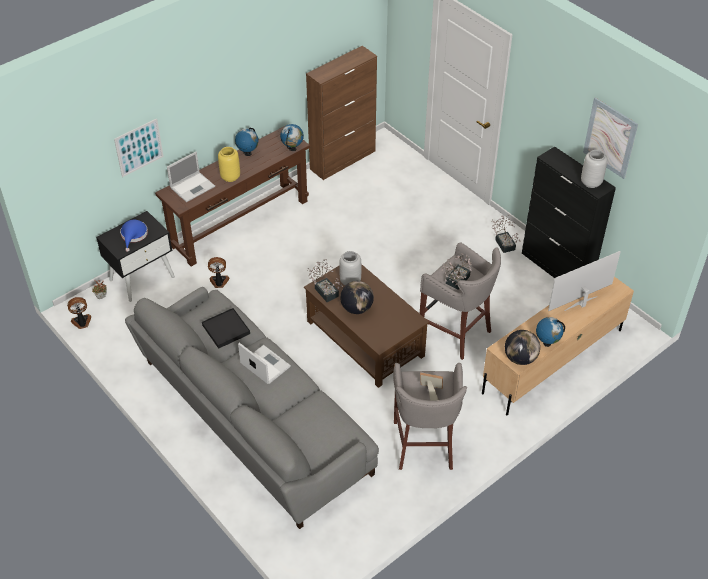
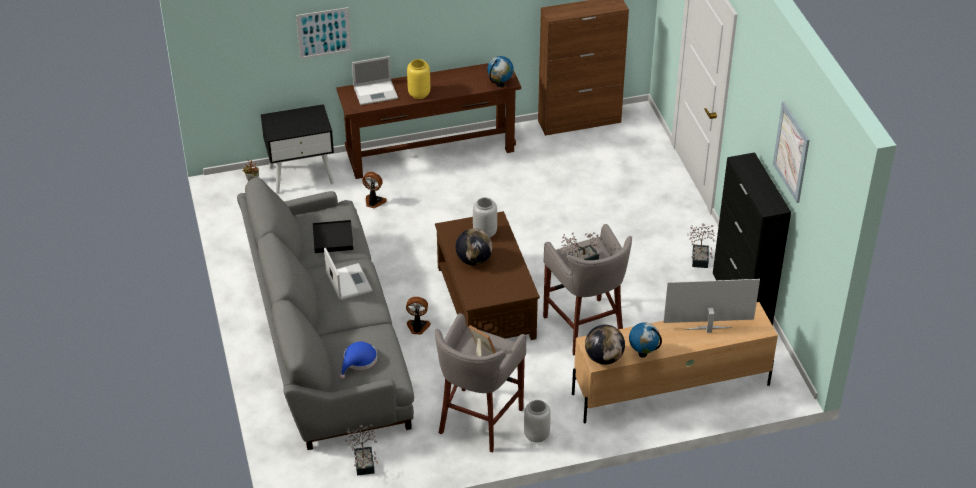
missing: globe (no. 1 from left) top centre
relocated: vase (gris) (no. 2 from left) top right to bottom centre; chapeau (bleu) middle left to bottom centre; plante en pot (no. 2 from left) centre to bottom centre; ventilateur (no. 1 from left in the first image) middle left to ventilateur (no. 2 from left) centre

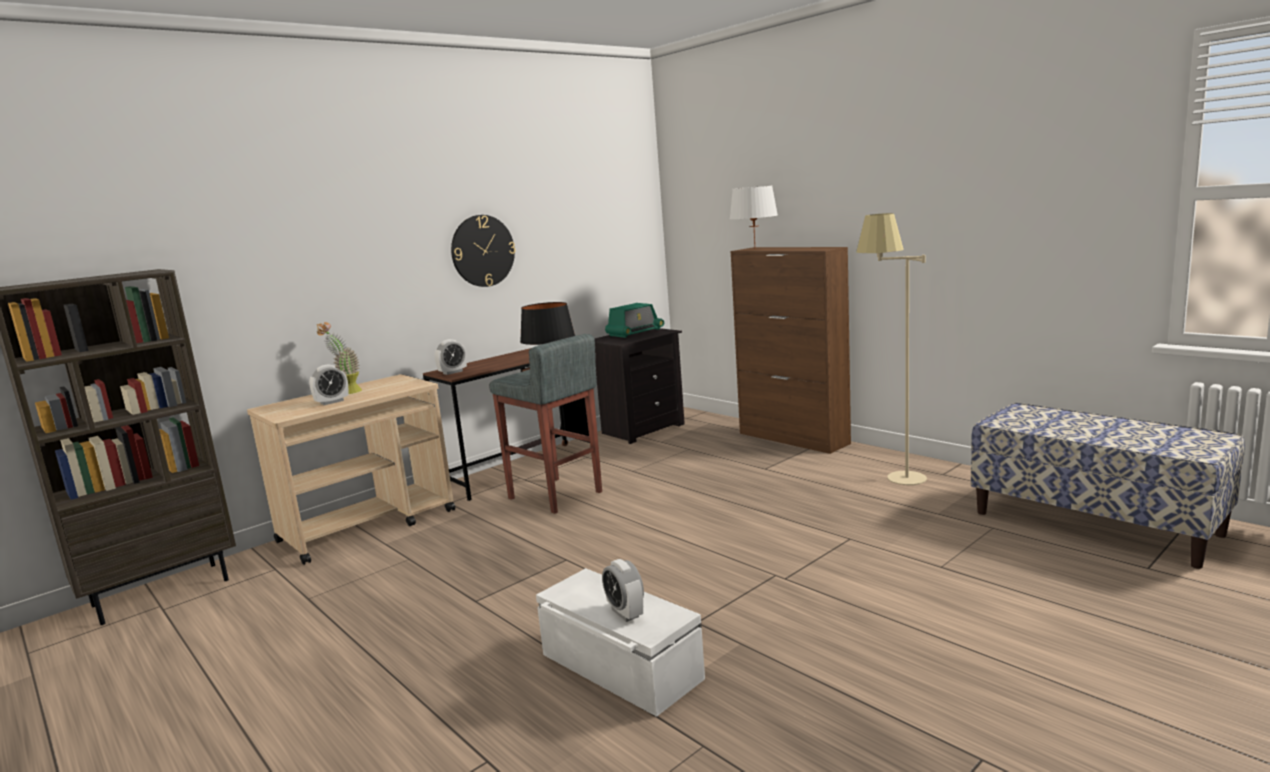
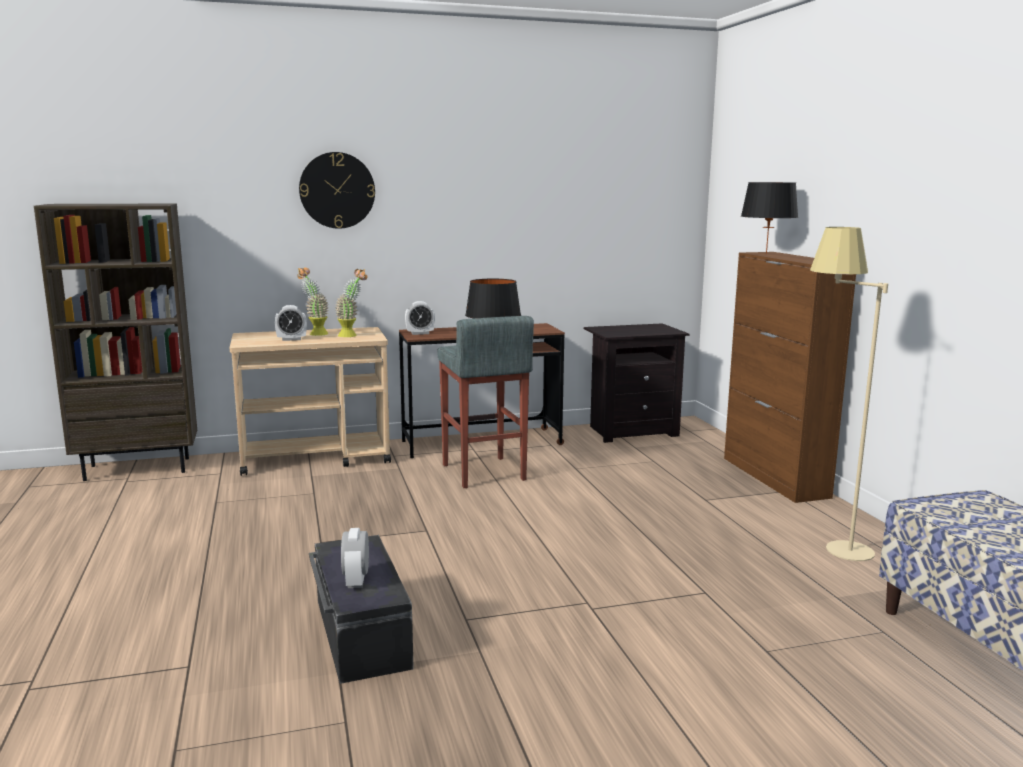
missing: radio centre
appeared: plante en pot (no. 2 from left) centre
relocated: horloge murale top centre to top left
colour: lampe de table (blanc) top centre to lampe de table (noir) (no. 2 from left) top right; boîte de rangement (blanc) bottom centre to boîte de rangement (noir) bottom centre

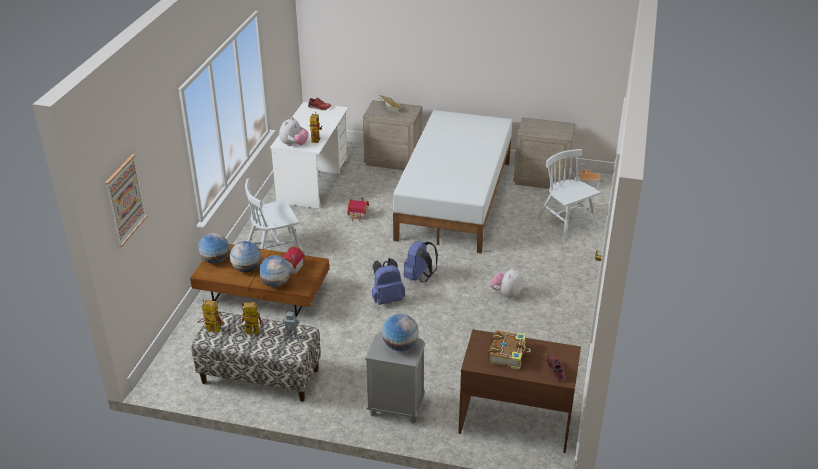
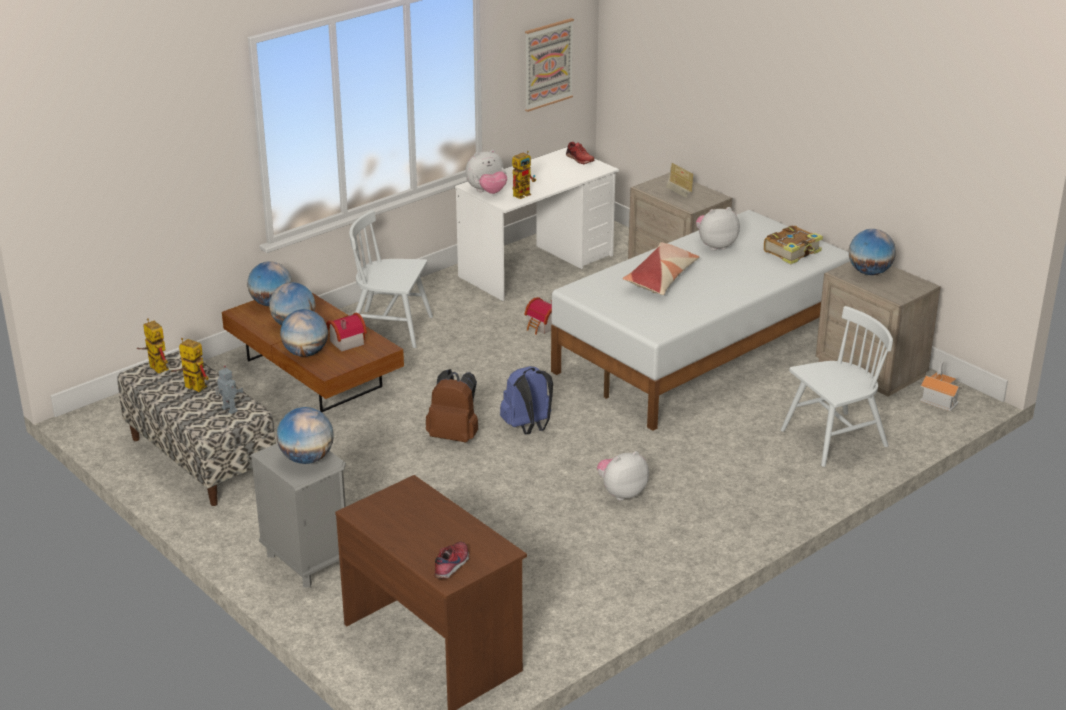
appeared: peluche (no. 3 from left) top right; globe (no. 5 from left) middle right; coussin centre
relocated: tableau middle left to top centre; livre (no. 2 from left) bottom centre to middle right
colour: sac à dos (bleu) (no. 1 from left) centre to sac à dos (marron) centre
spun: chaise (blanc) (no. 2 from left) middle right = middle right 60 degrees clockwise

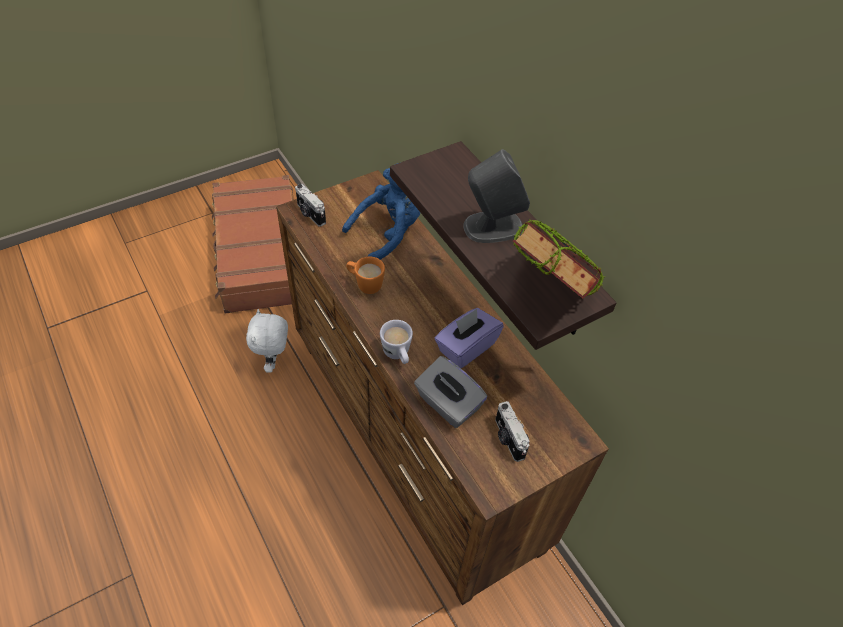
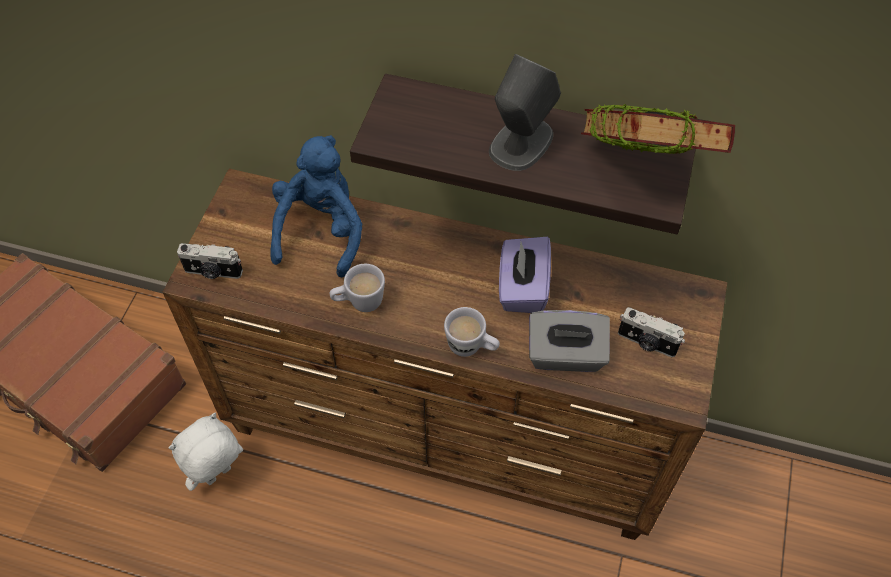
colour: mug (orange) centre to mug (blanc) (no. 1 from left) centre
spun: peluche (blanc) middle left = bottom left 90 degrees clockwise

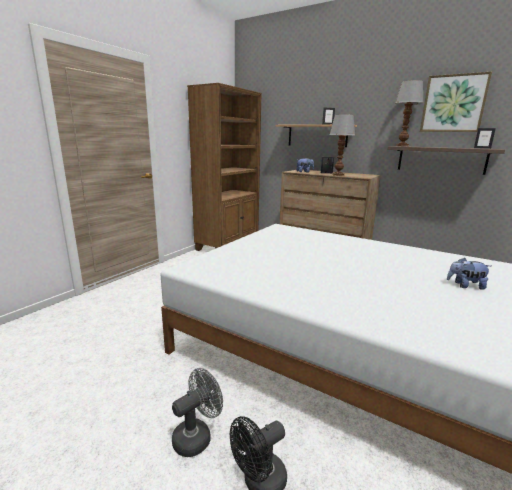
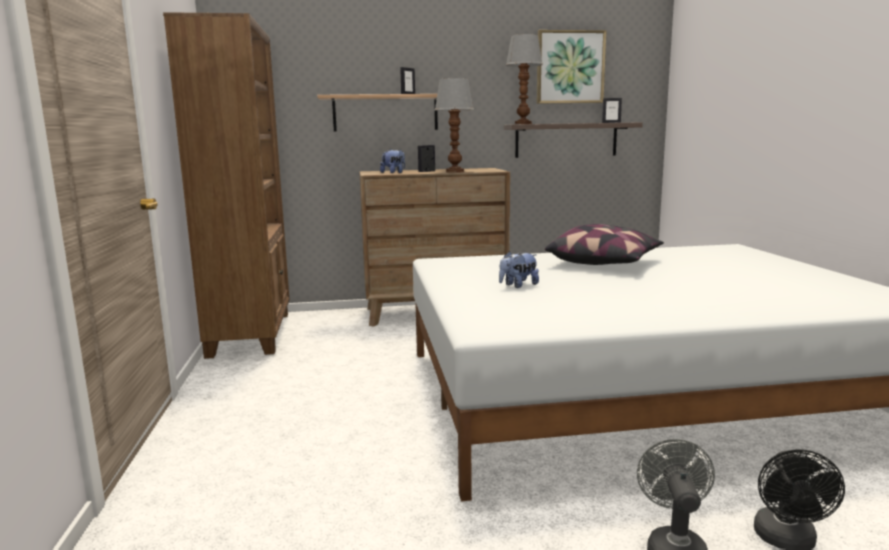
appeared: coussin middle right
relocated: peluche (no. 2 from left) middle right to centre

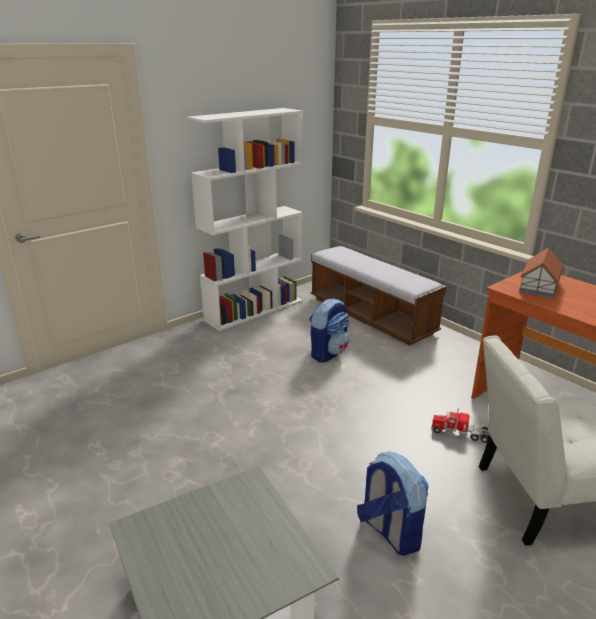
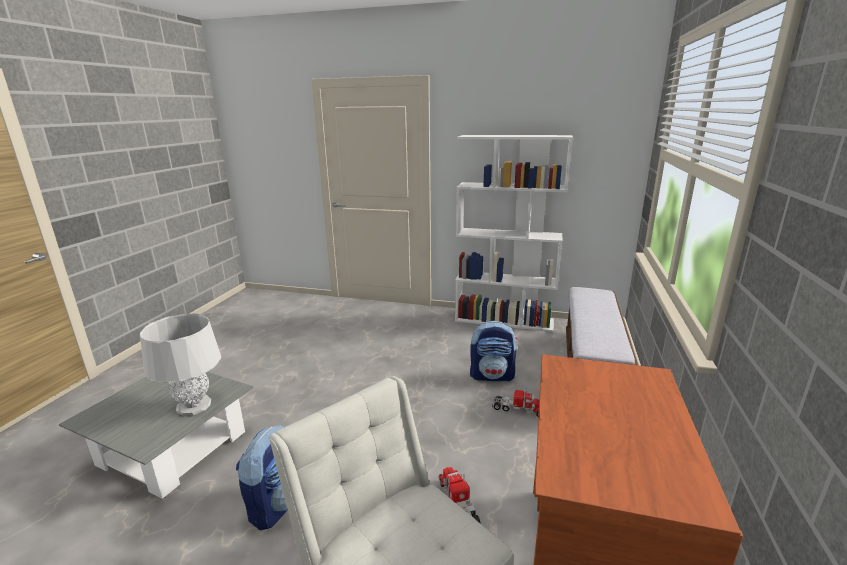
missing: maison miniature middle right
appeared: lampe de table (gris) middle left; camion jouet (no. 2 from left) bottom centre

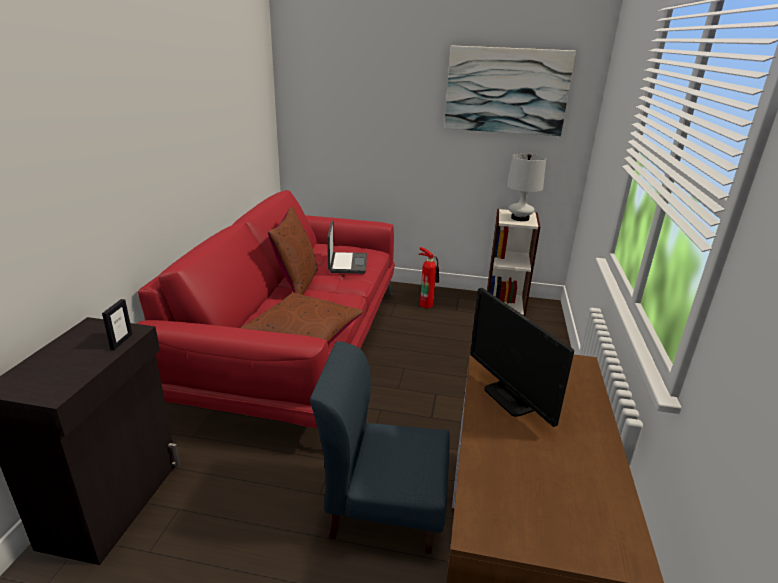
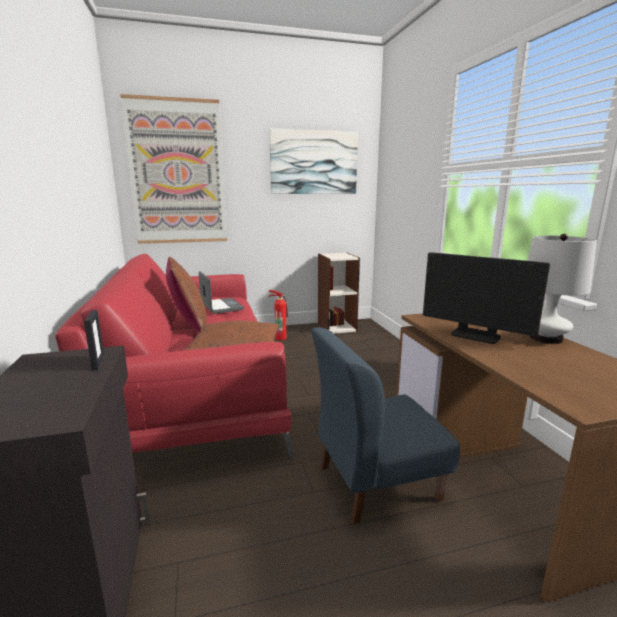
appeared: tableau (no. 1 from left) top left
relocated: lampe de table (blanc) top right to middle right

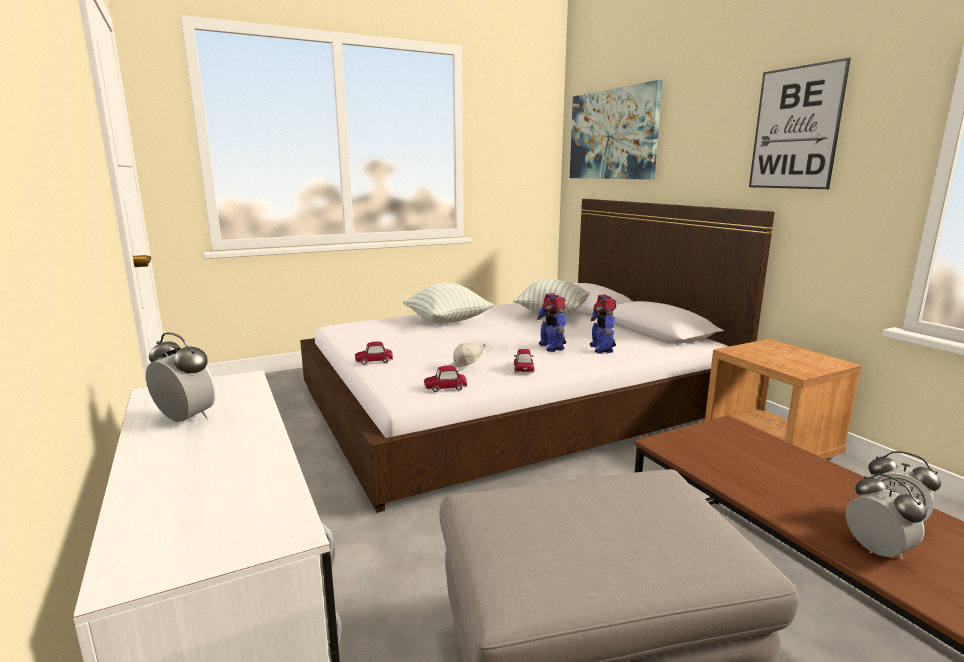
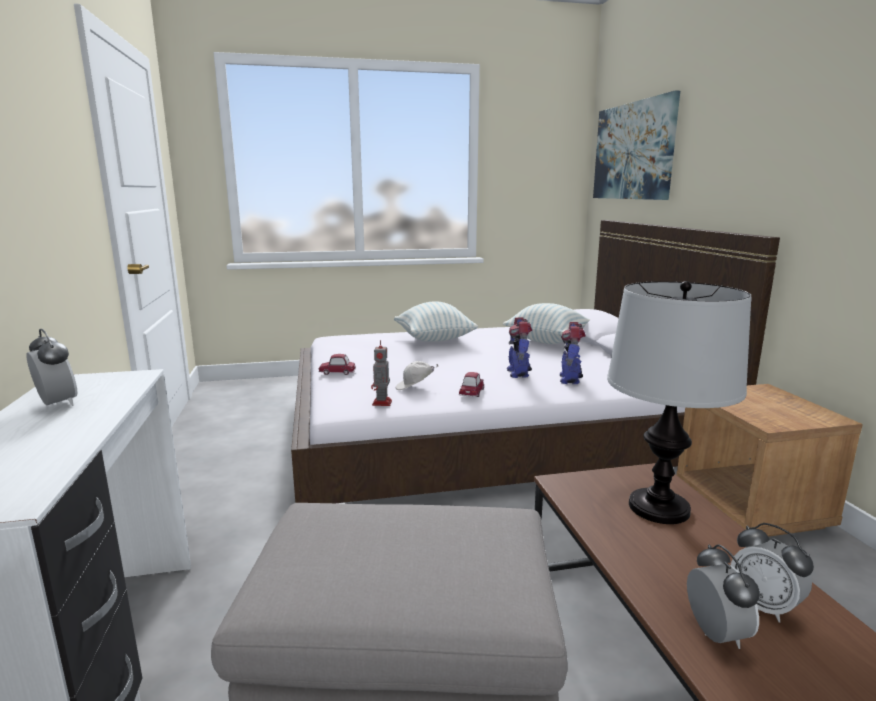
missing: tableau (no. 2 from left) top right
appeared: lampe de table middle right
exchanged: petite voiture (no. 2 from left) centre to robot jouet (no. 1 from left) centre

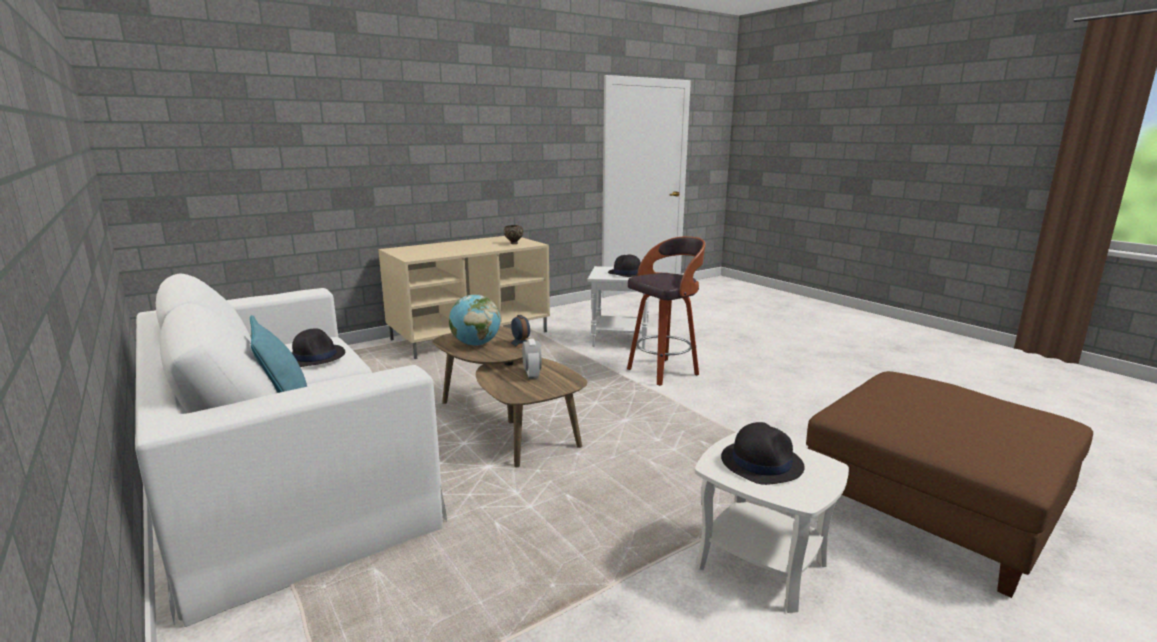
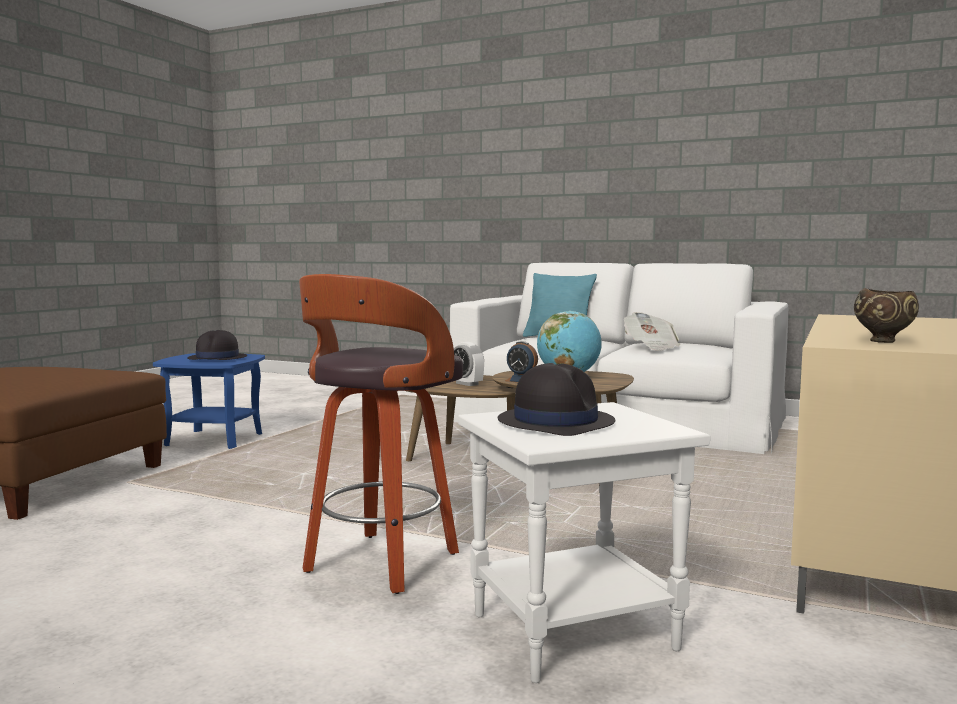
exchanged: chapeau (noir) (no. 1 from left) middle left to journal middle right
colour: table d'appoint (blanc) (no. 2 from left) bottom right to table d'appoint (bleu) middle left

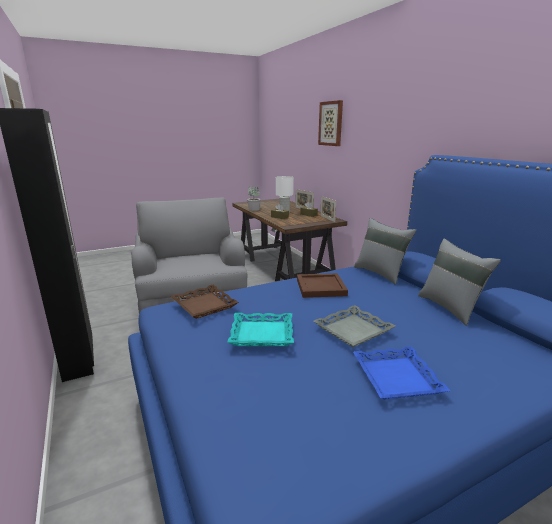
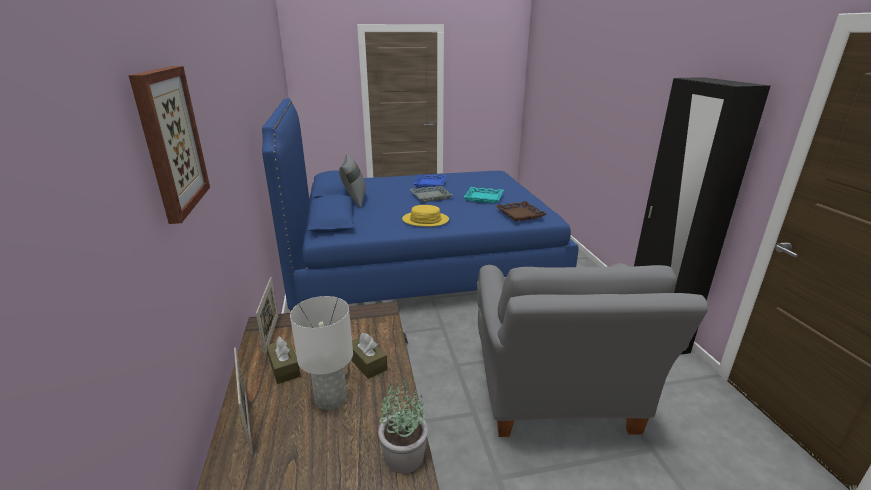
missing: coussin (gris) (no. 1 from left) middle right
exchanged: plateau (marron) (no. 2 from left) centre to chapeau (jaune) centre

